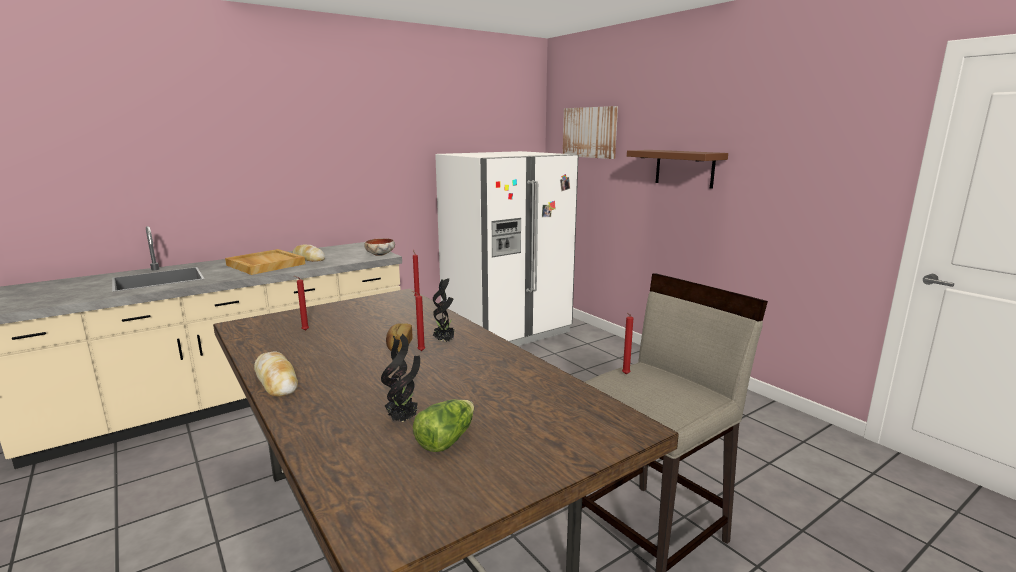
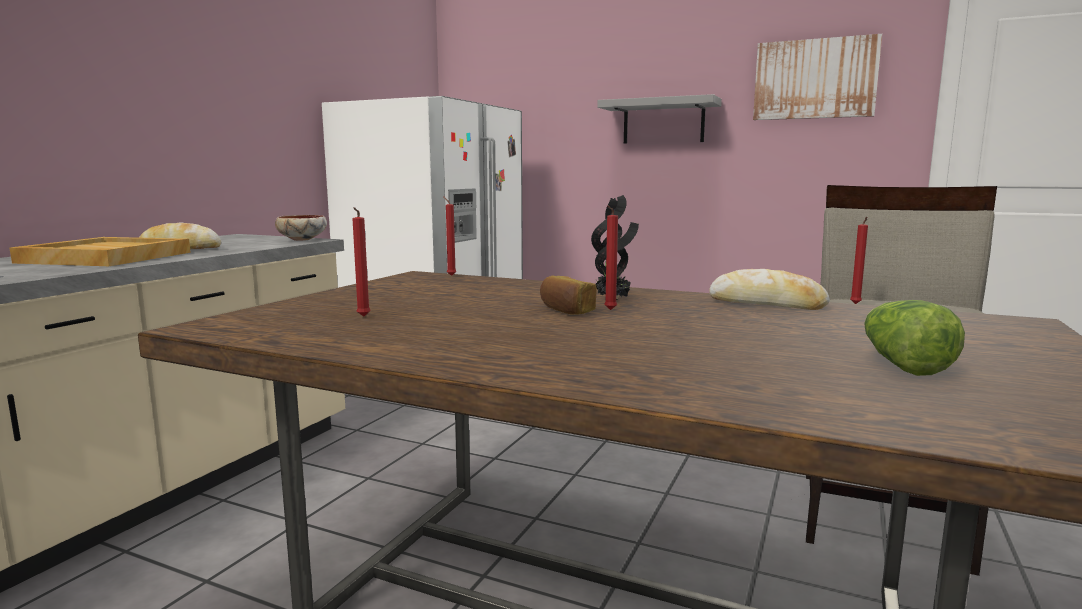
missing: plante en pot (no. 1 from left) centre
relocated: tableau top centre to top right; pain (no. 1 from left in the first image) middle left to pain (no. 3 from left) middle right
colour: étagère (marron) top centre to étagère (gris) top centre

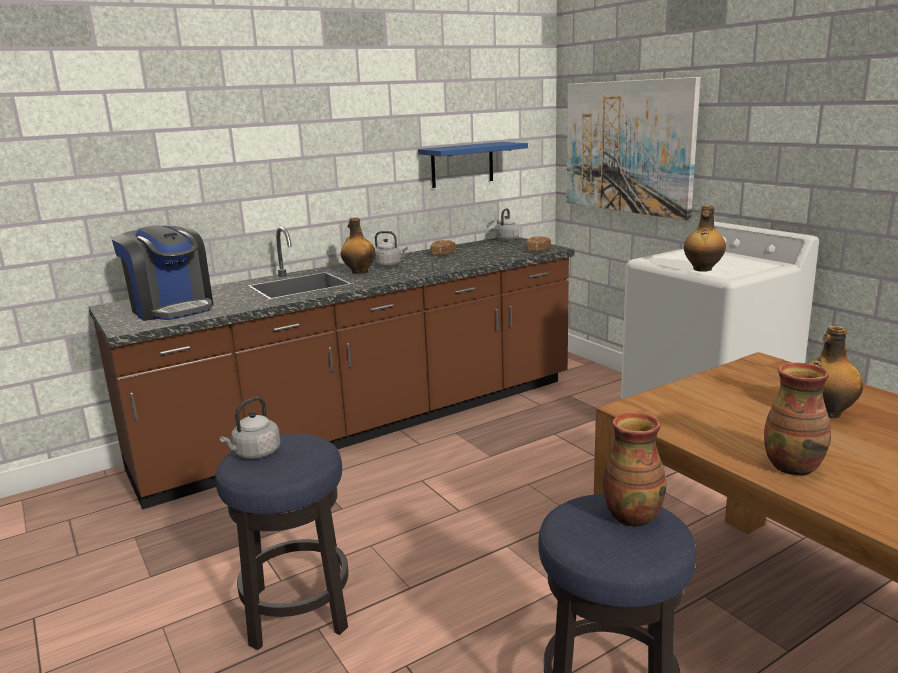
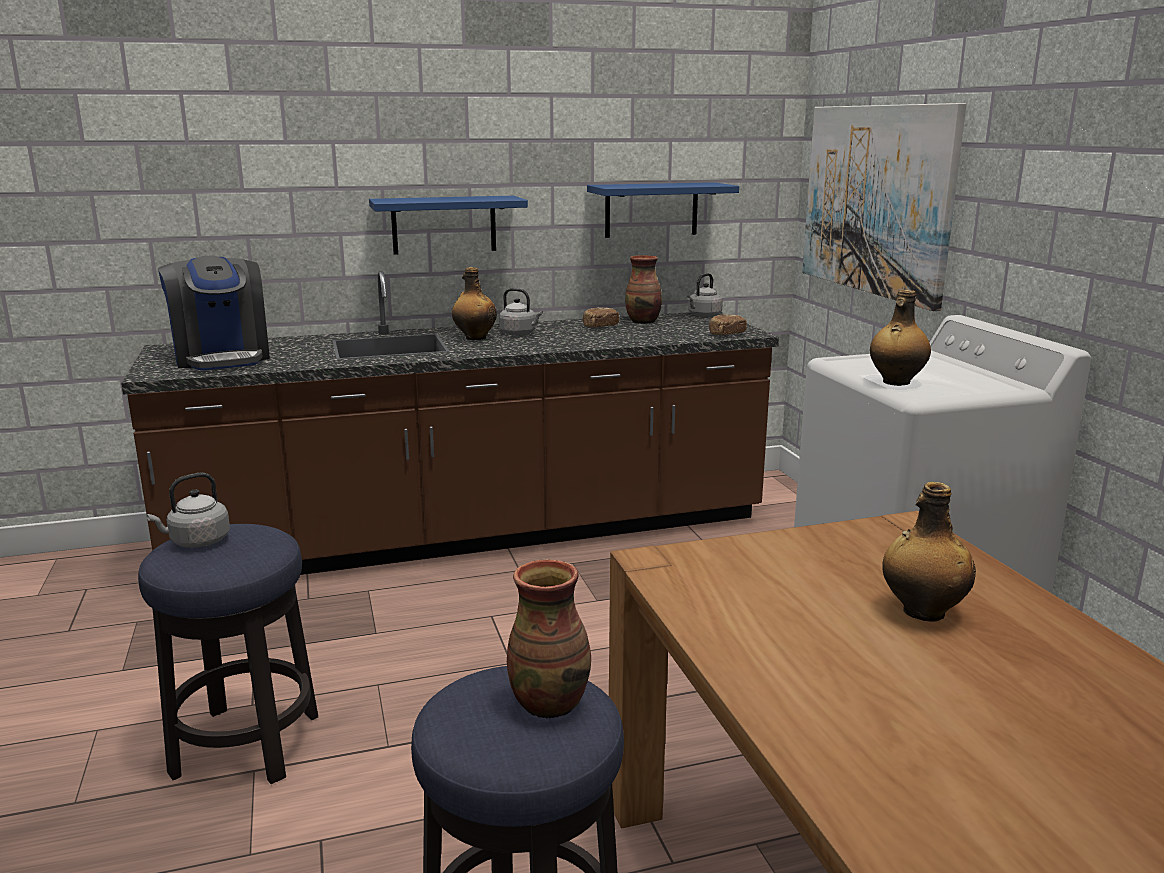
appeared: étagère (bleu) (no. 1 from left) top centre
relocated: vase (no. 2 from left) middle right to top centre

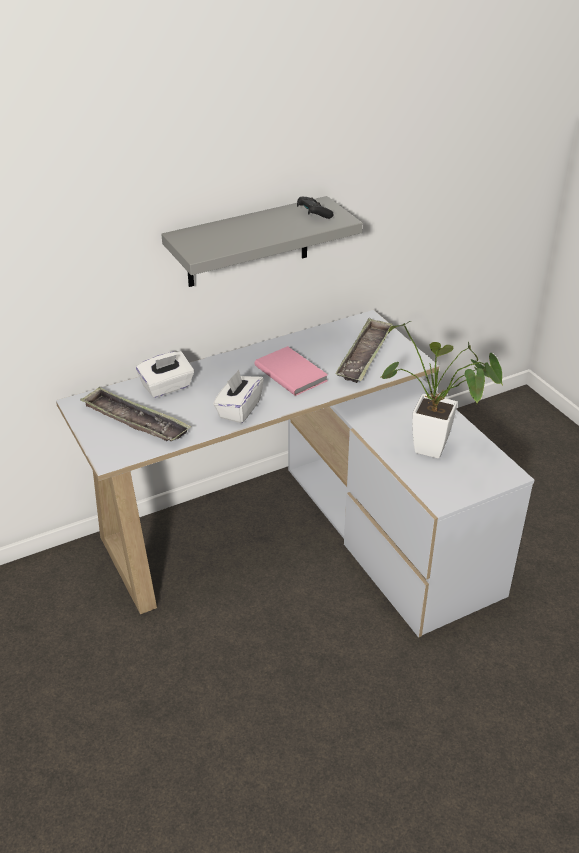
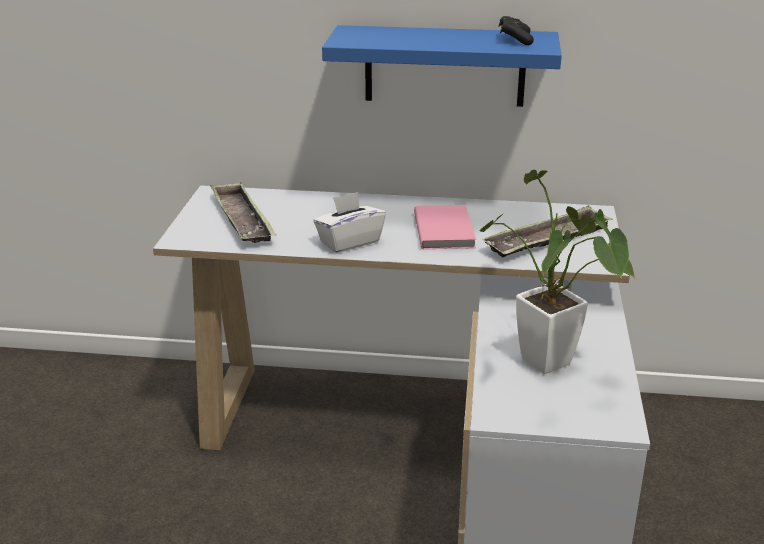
missing: boîte à mouchoirs (blanc) (no. 1 from left) middle left
colour: étagère (gris) top centre to étagère (bleu) top centre

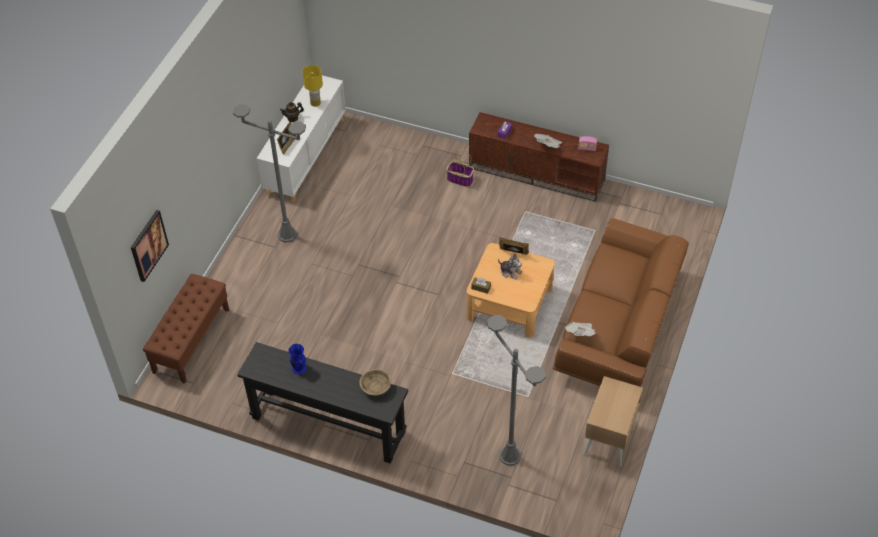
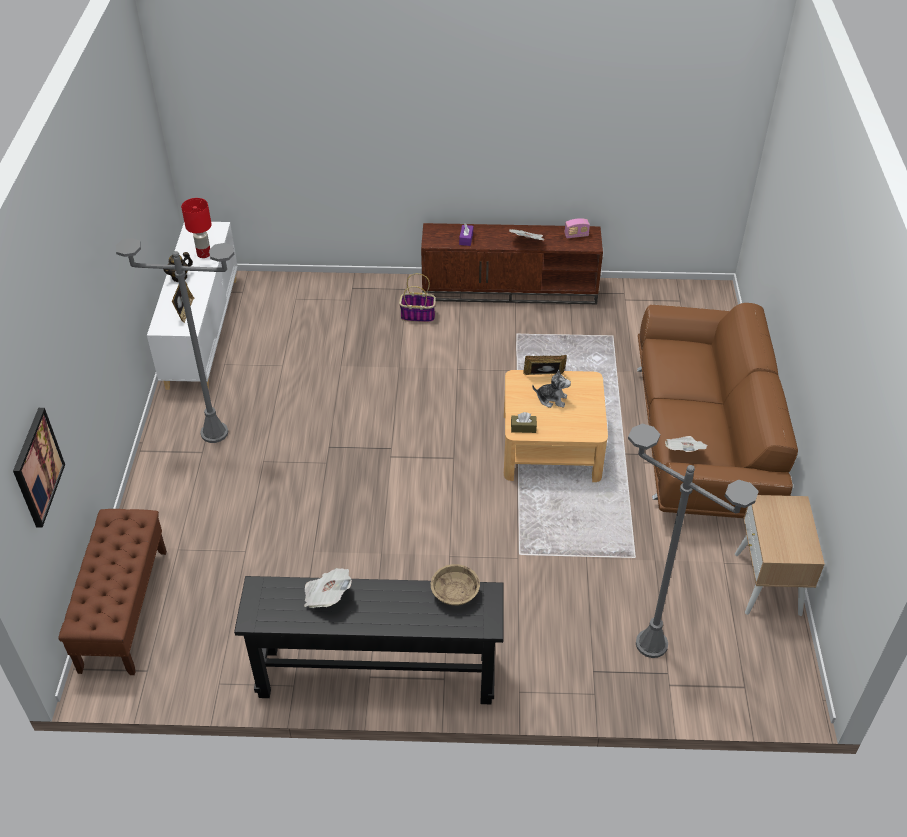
exchanged: vase (bleu) bottom centre to journal (no. 1 from left) bottom centre
colour: lampe de table (jaune) top centre to lampe de table (rouge) top left

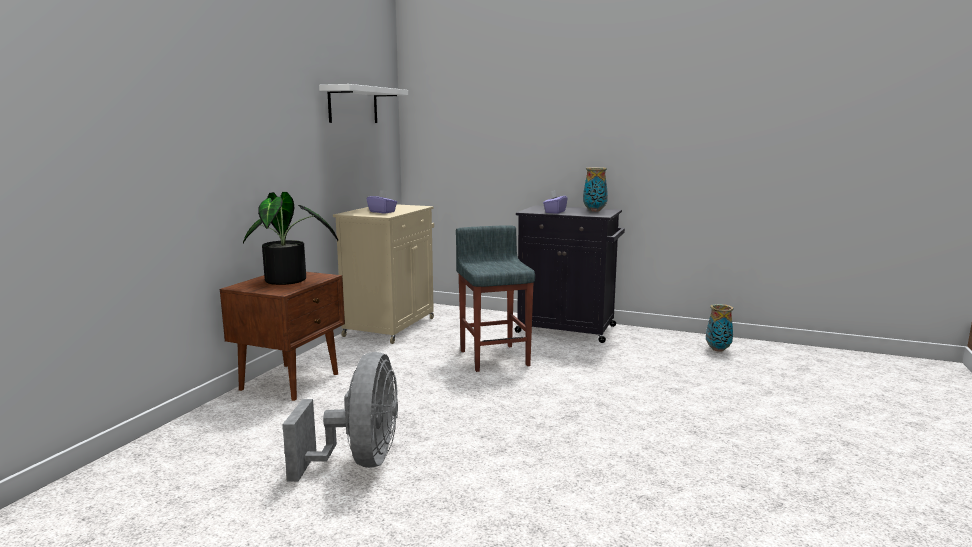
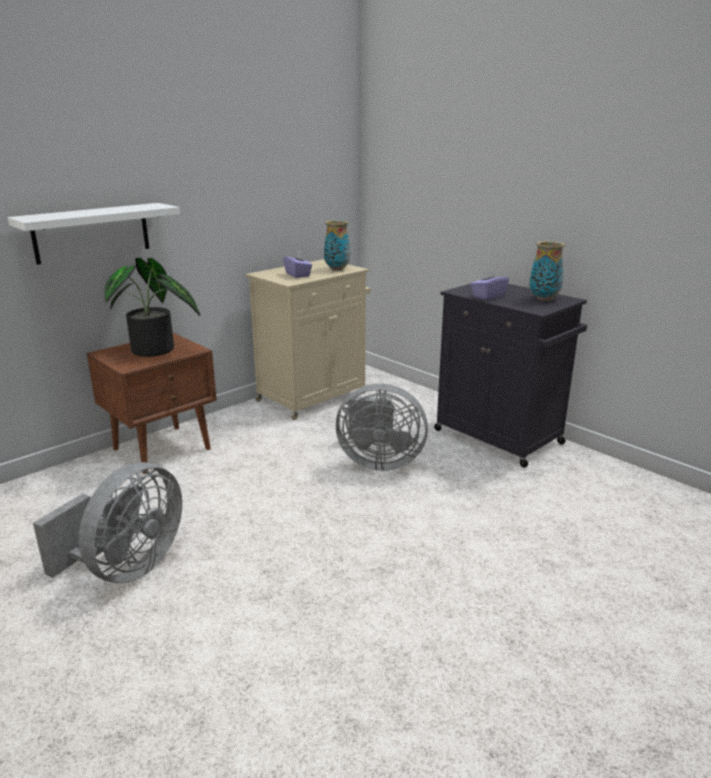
relocated: étagère (blanc) top centre to top left; vase (no. 2 from left in the first image) middle right to vase (no. 1 from left) top centre
exchanged: tabouret (gris) centre to ventilateur (gris) (no. 2 from left) centre

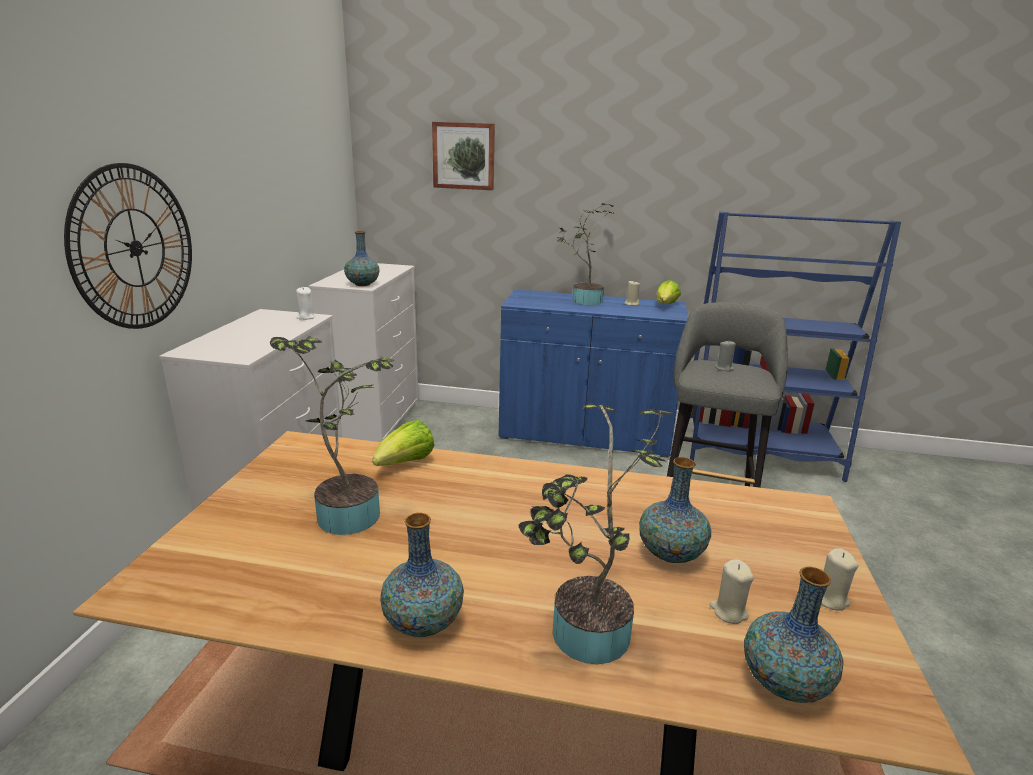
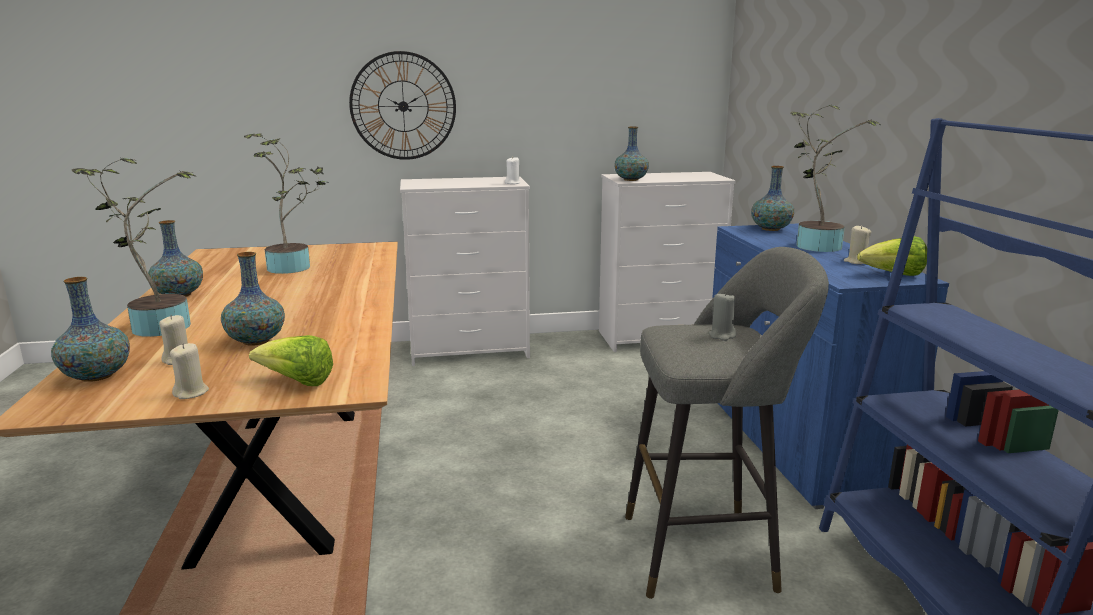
missing: tableau top centre
appeared: vase (no. 5 from left) top right
relocated: laitue (no. 1 from left) centre to middle left

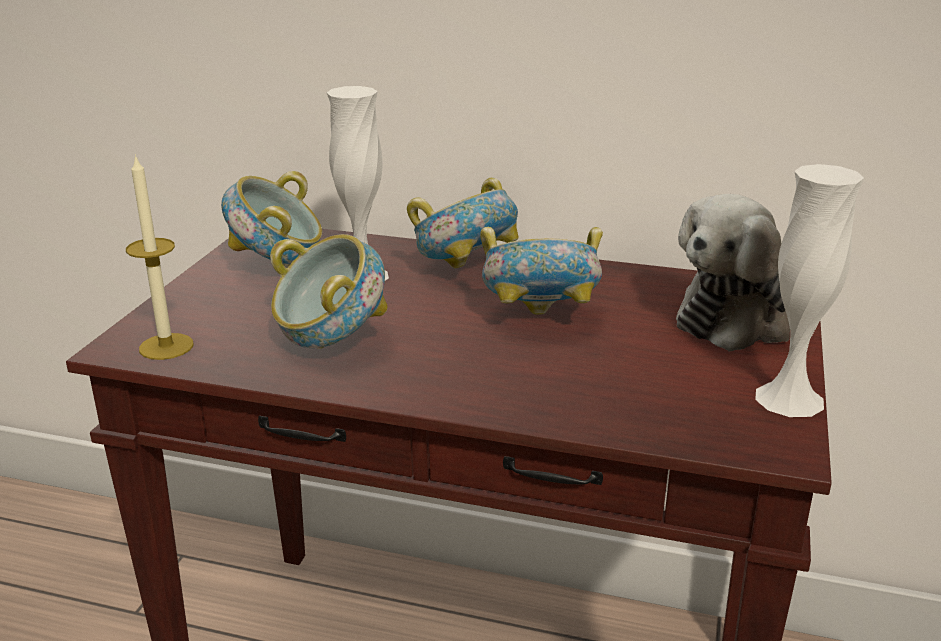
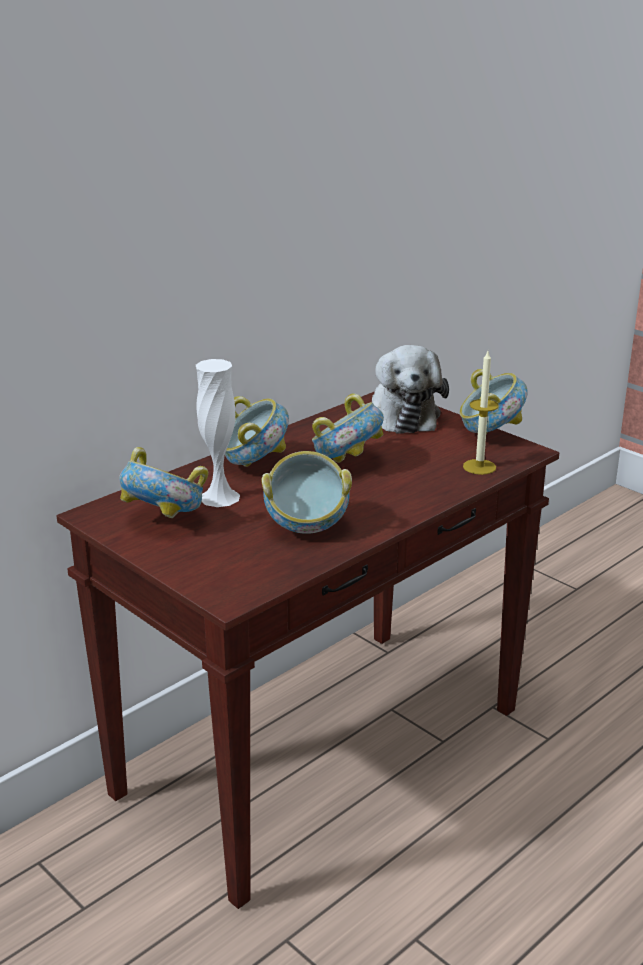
relocated: bougie middle left to middle right
exchanged: vase (blanc) (no. 2 from left) middle right to bol (no. 5 from left) middle right

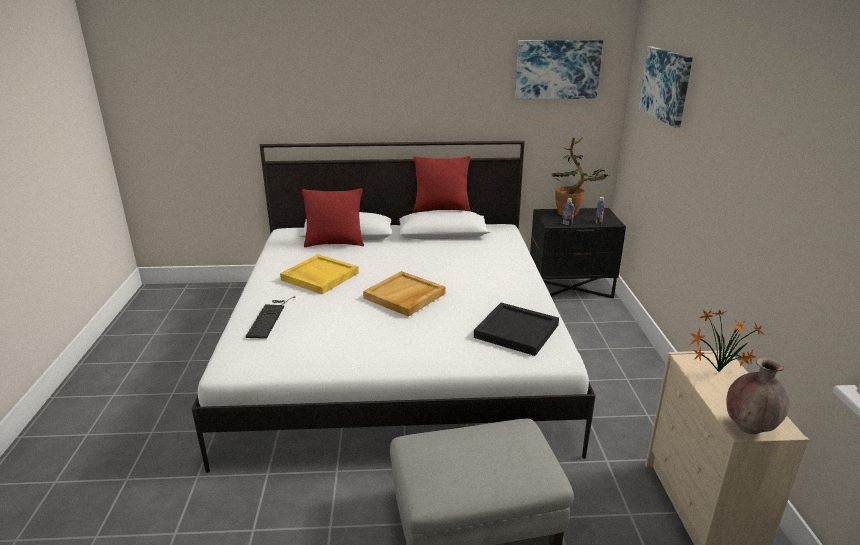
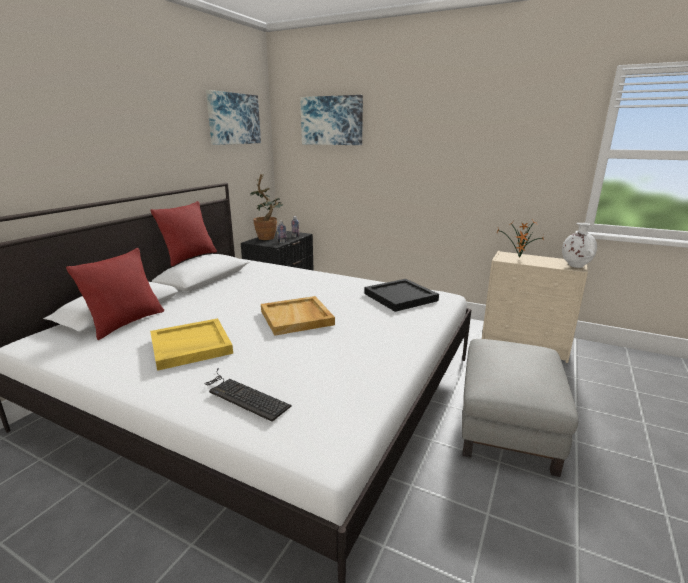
colour: vase (marron) bottom right to vase (blanc) middle right

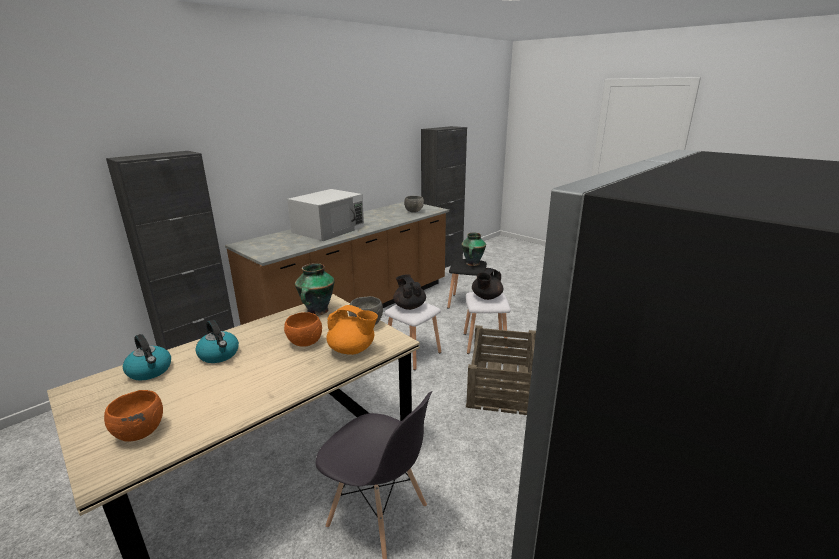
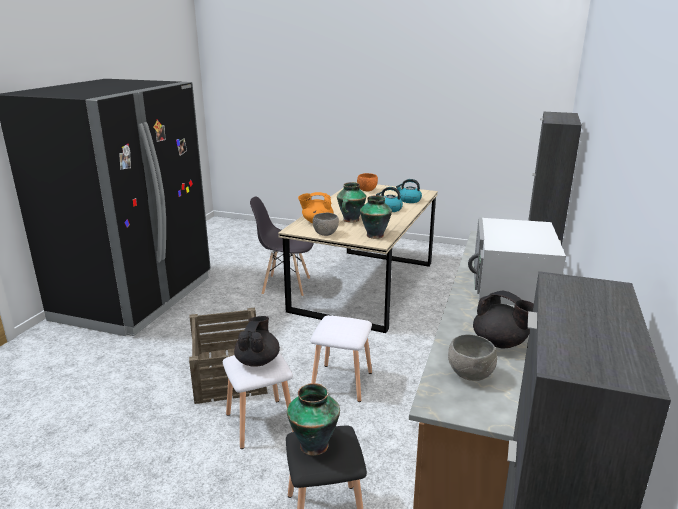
relocated: théière (noir) (no. 1 from left in the first image) centre to théière (noir) (no. 2 from left) middle right
exchanged: bol (orange) (no. 2 from left) centre to vase (no. 2 from left) centre

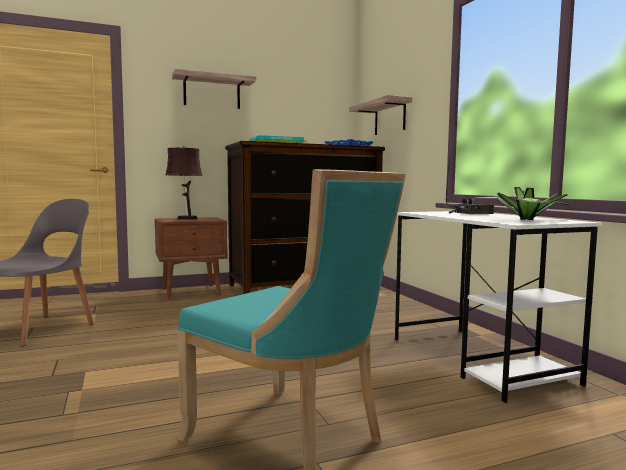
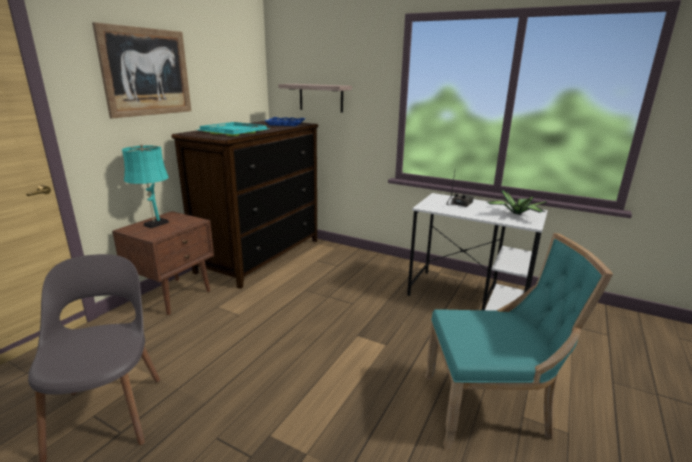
exchanged: étagère (no. 1 from left) top centre to tableau top left
colour: lampe de table (marron) middle left to lampe de table (turquoise) middle left

